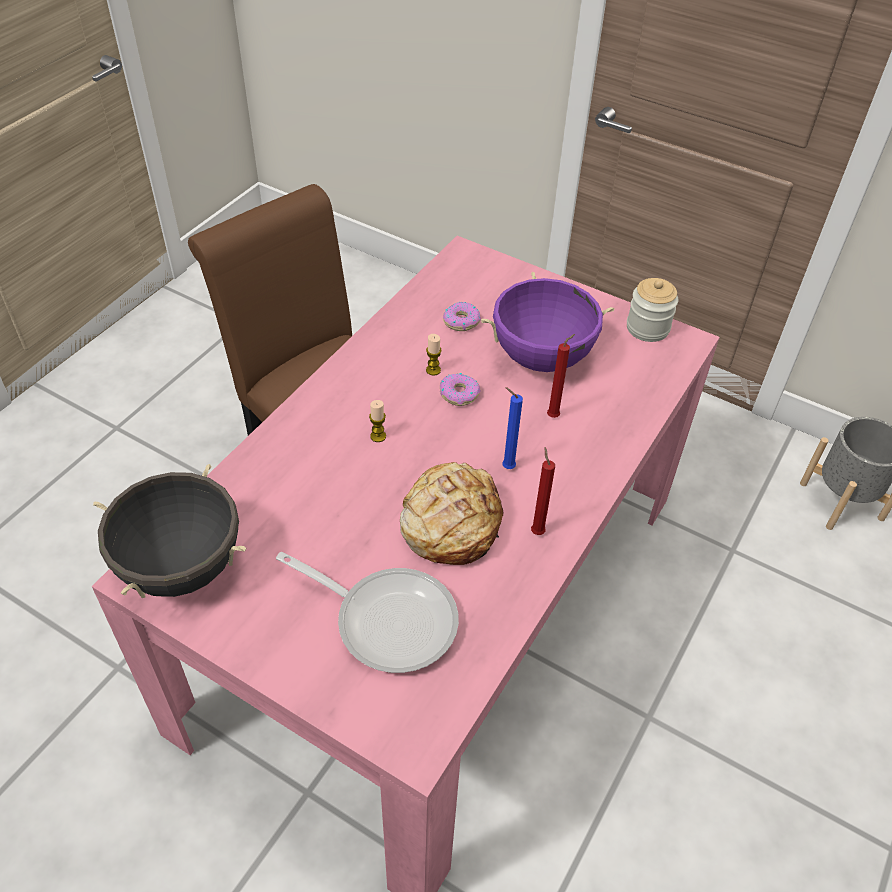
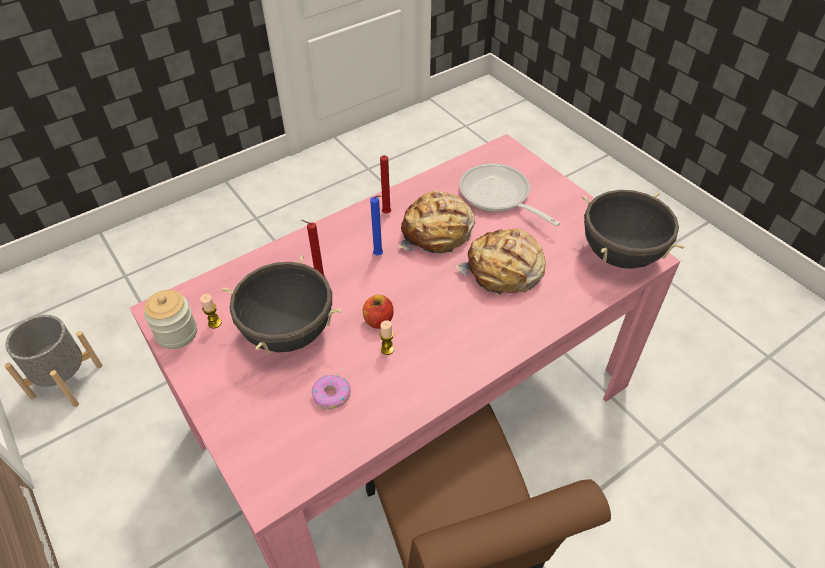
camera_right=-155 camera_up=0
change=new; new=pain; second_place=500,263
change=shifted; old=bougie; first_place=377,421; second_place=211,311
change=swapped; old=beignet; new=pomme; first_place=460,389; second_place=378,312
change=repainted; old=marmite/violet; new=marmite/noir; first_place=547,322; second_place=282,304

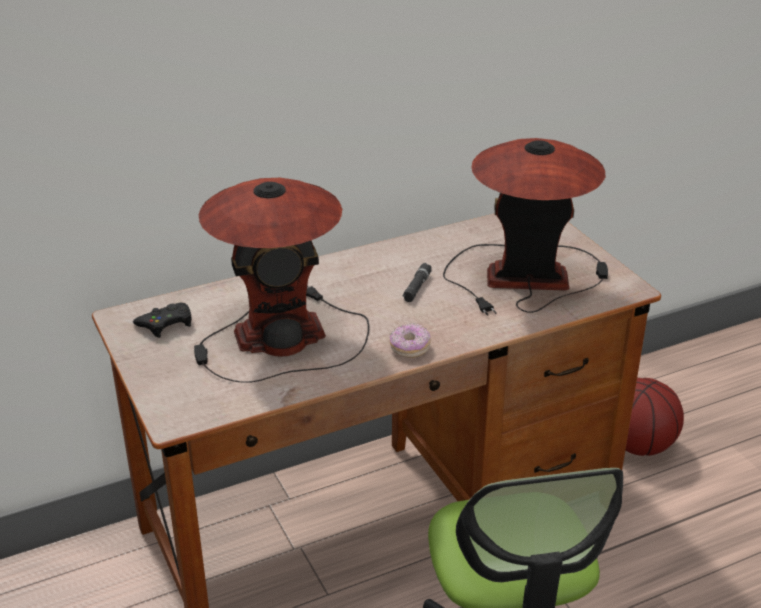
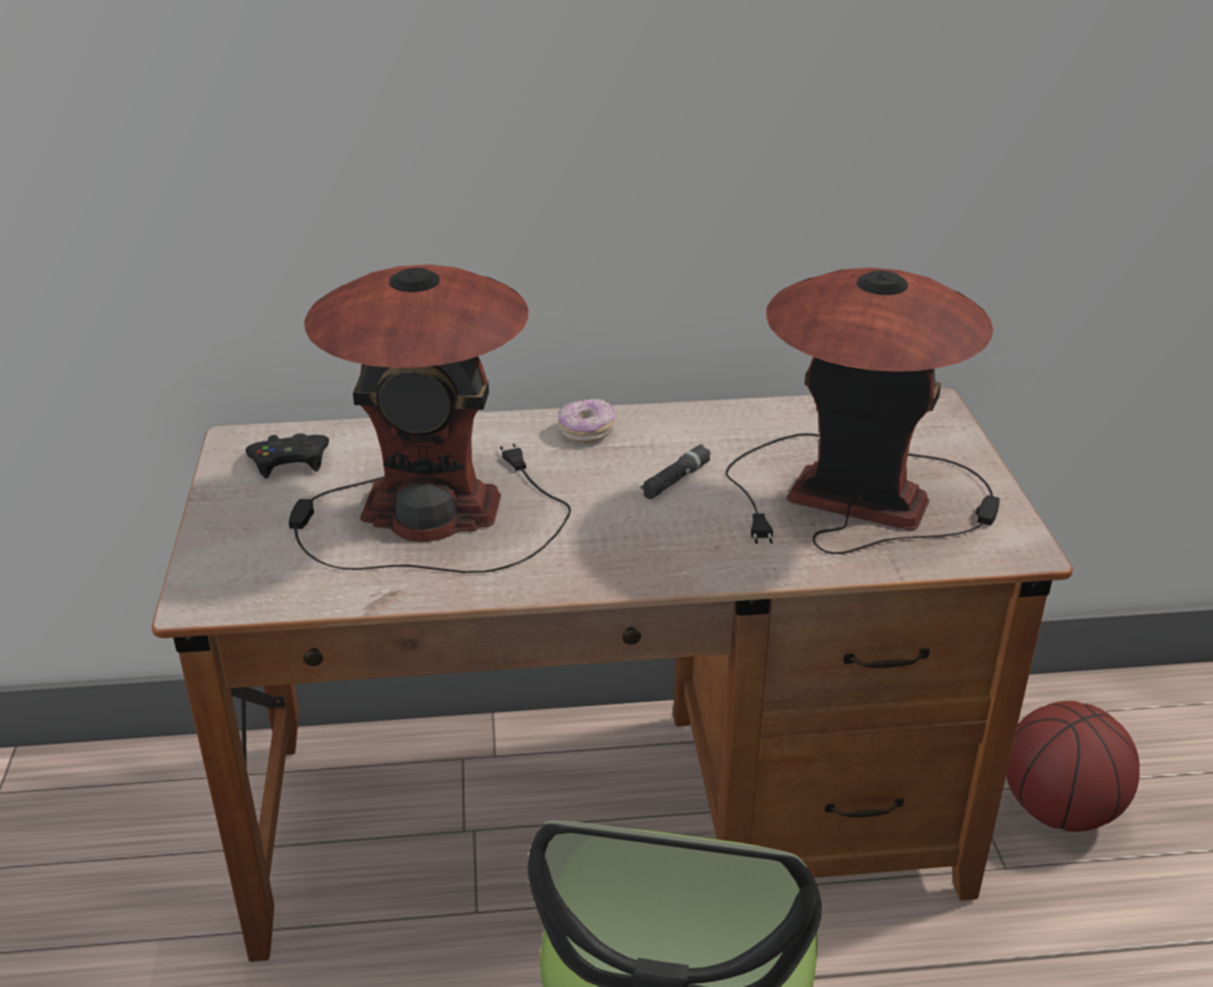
camera_right=20 camera_up=0
change=shifted; old=beignet; first_place=410,340; second_place=587,421

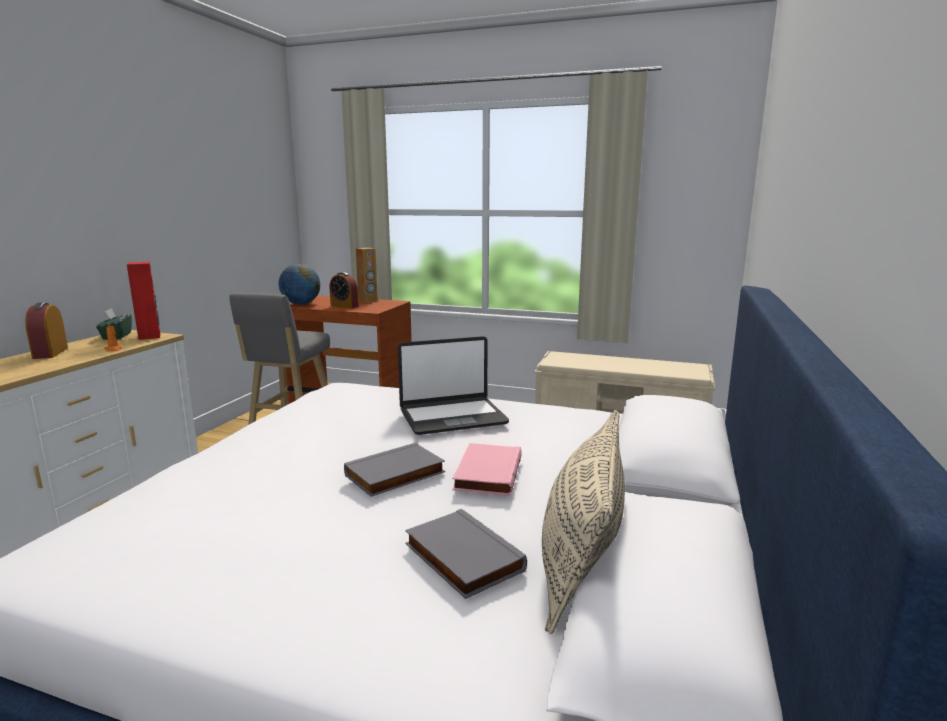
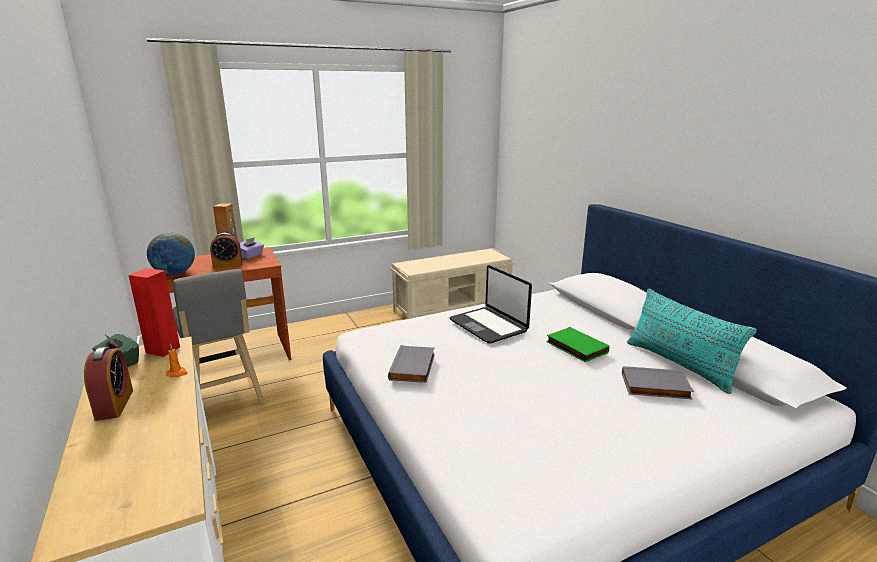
camera_right=-45 camera_up=5
change=new; new=boîte à mouchoirs/violet; second_place=252,248
change=shifted; old=livre/gris; first_place=394,470; second_place=411,364
change=repainted; old=livre/rose; new=livre/vert; first_place=487,469; second_place=577,344
change=repainted; old=coussin/beige; new=coussin/turquoise; first_place=583,522; second_place=692,341
change=rotated; old=réveil; first_place=46,330; second_place=108,384; degrees=-135
change=rotated; old=ordinateur portable; first_place=453,385; second_place=490,304; degrees=120

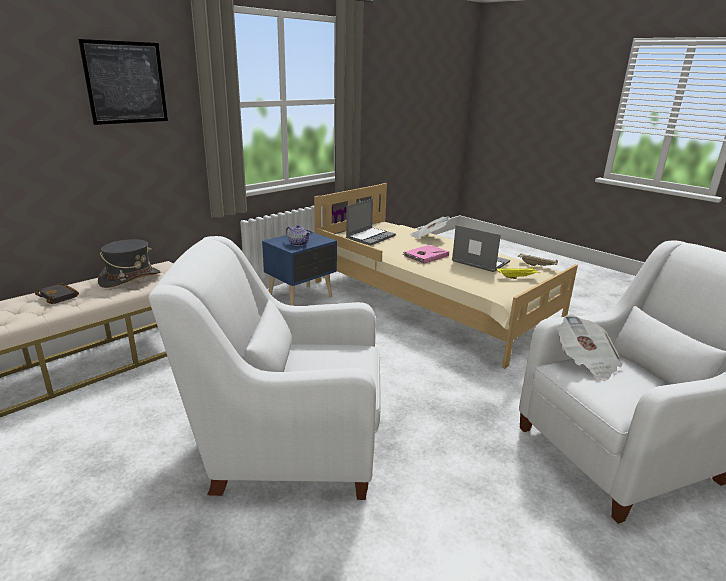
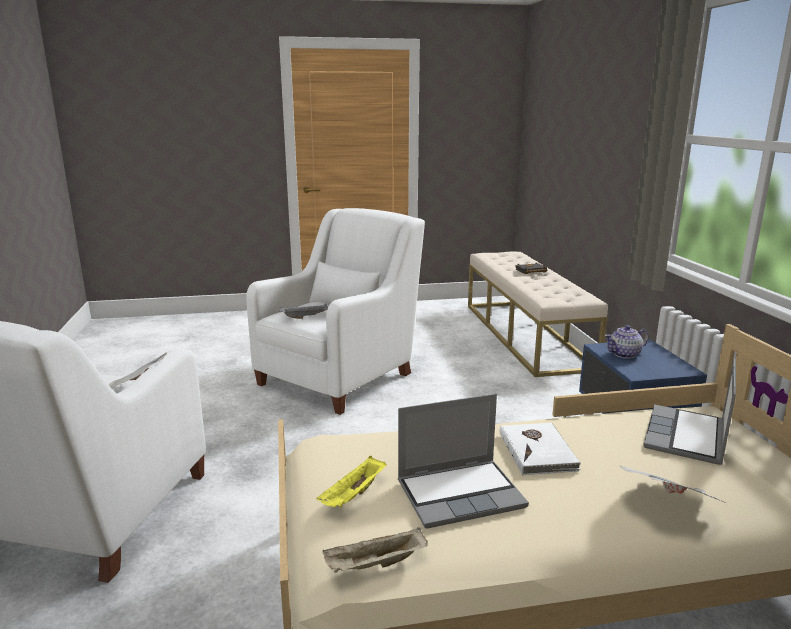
camera_right=125 camera_up=-5
change=gone; old=tableau; first_place=123,82
change=gone; old=chapeau/gris; first_place=129,263
change=new; new=plateau/gris; second_place=303,311
change=repainted; old=livre/rose; new=livre/blanc; first_place=426,254; second_place=540,449
change=rotated; old=ordinateur portable; first_place=371,222; second_place=689,411; degrees=45

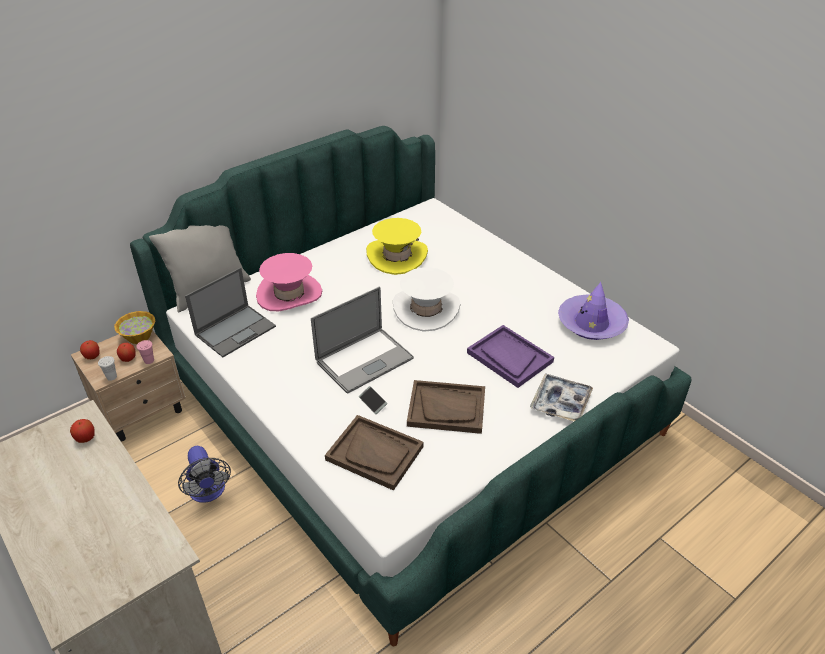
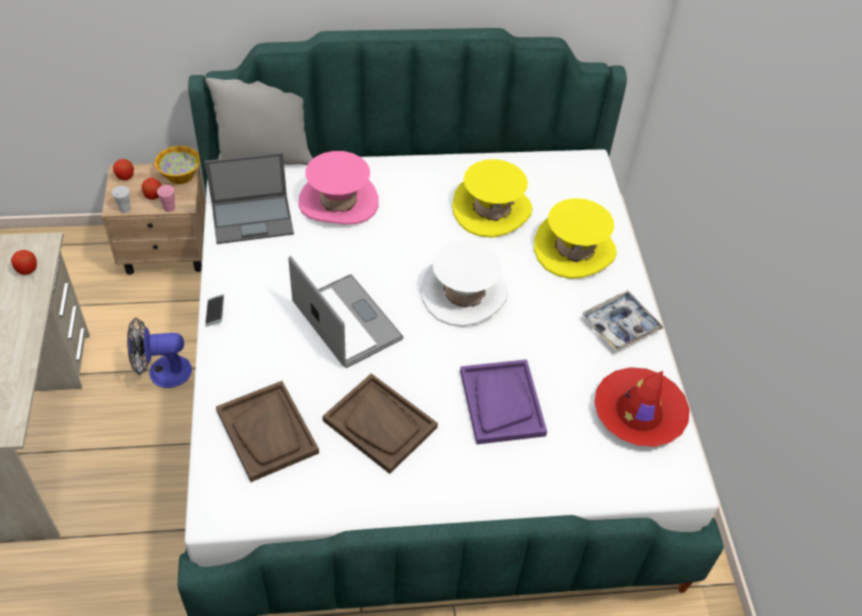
camera_right=30 camera_up=10
change=new; new=chapeau/jaune; second_place=575,238
change=shifted; old=téléphone; first_place=373,400; second_place=214,310
change=shifted; old=plateau; first_place=561,397; second_place=623,321
change=repainted; old=chapeau/violet; new=chapeau/rouge; first_place=593,311; second_place=641,407
change=rotated; old=ventilateur; first_place=204,474; second_place=159,353; degrees=75
change=rotated; old=ordinateur portable; first_place=362,340; second_place=346,312; degrees=-120

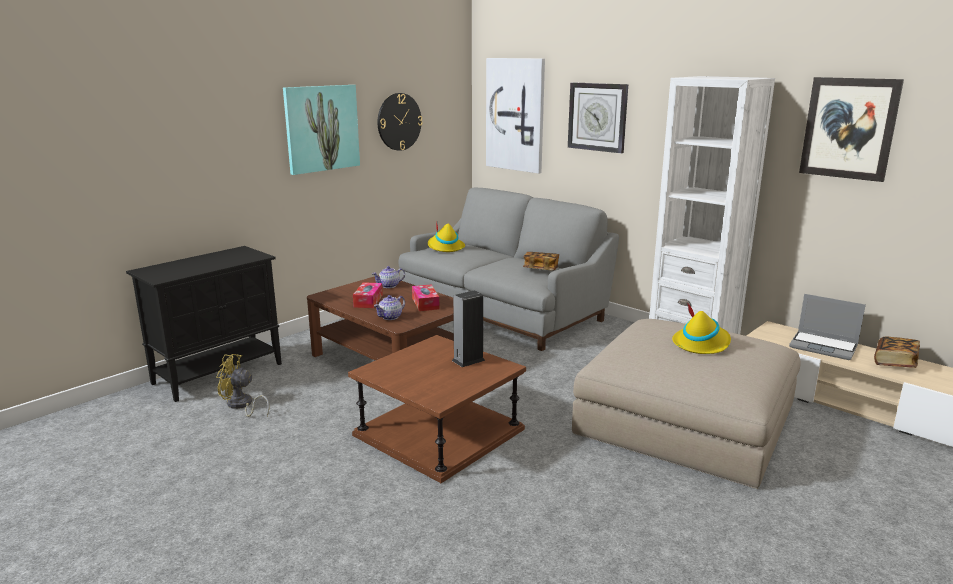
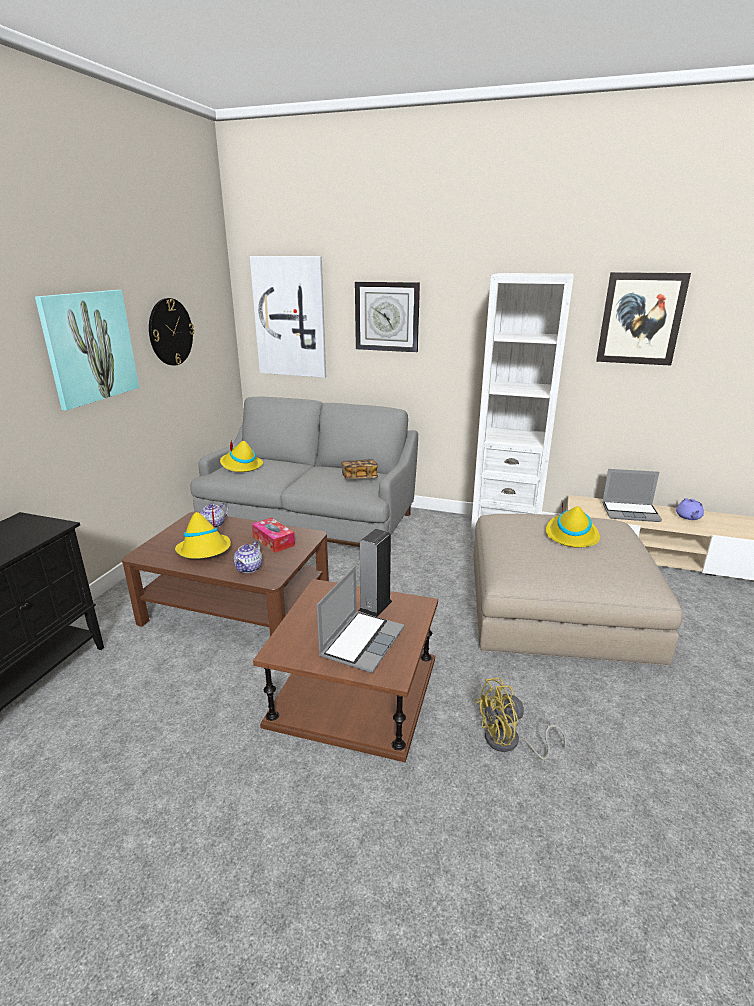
camera_right=-25 camera_up=5
change=new; new=ordinateur portable; second_place=360,619
change=shifted; old=ventilateur/jaune; first_place=243,385; second_place=521,718
change=swapped; old=boîte à mouchoirs; new=chapeau/jaune; first_place=368,295; second_place=203,532
change=swapped; old=livre; new=théière/violet; first_place=897,352; second_place=690,509

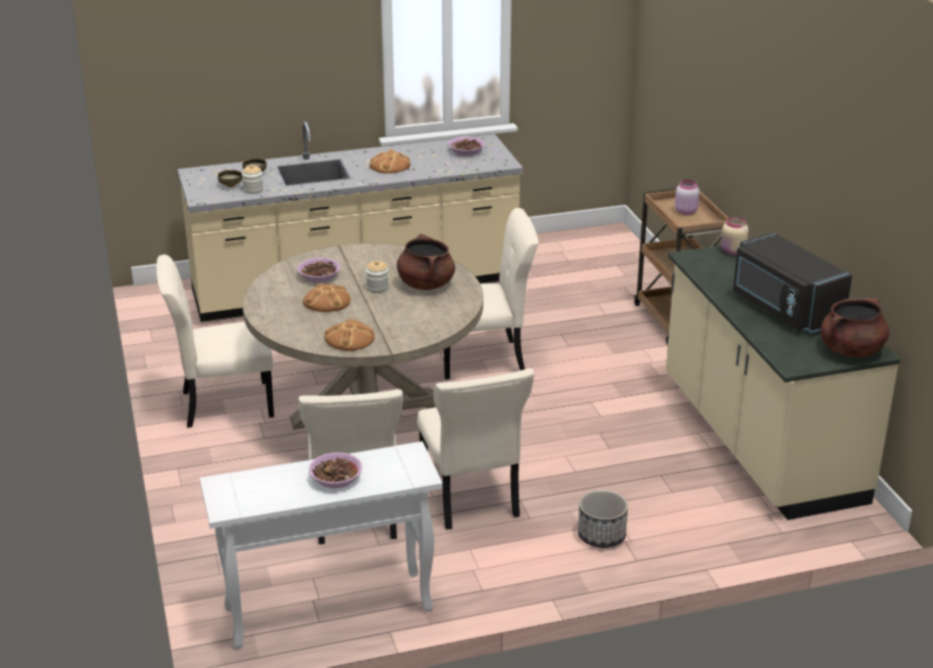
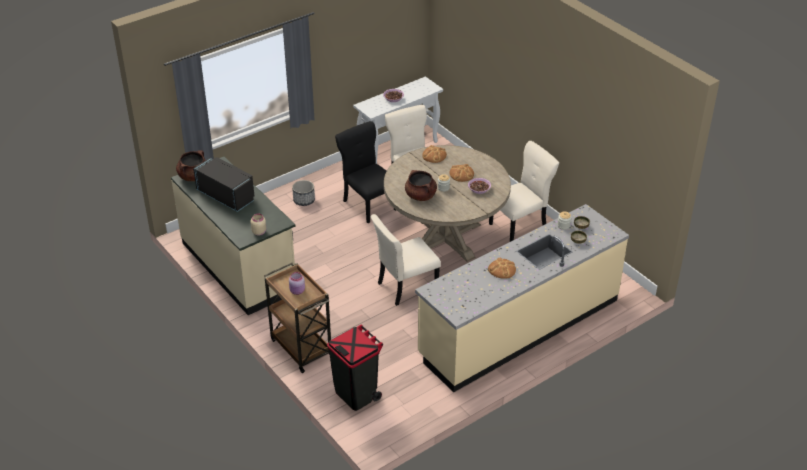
camera_right=160 camera_up=10
change=gone; old=bol; first_place=467,146
change=new; new=poubelle/noir; second_place=355,367
change=repainted; old=chaise/beige; new=chaise/noir; first_place=475,449; second_place=365,172

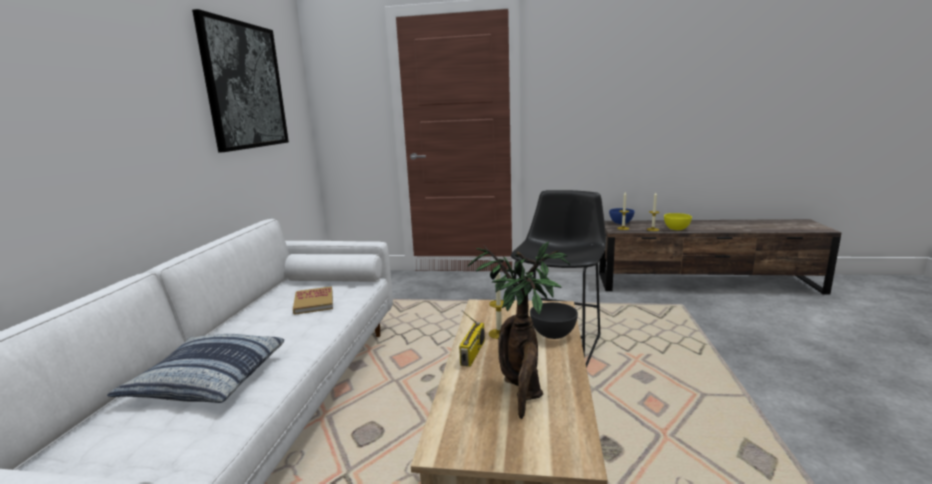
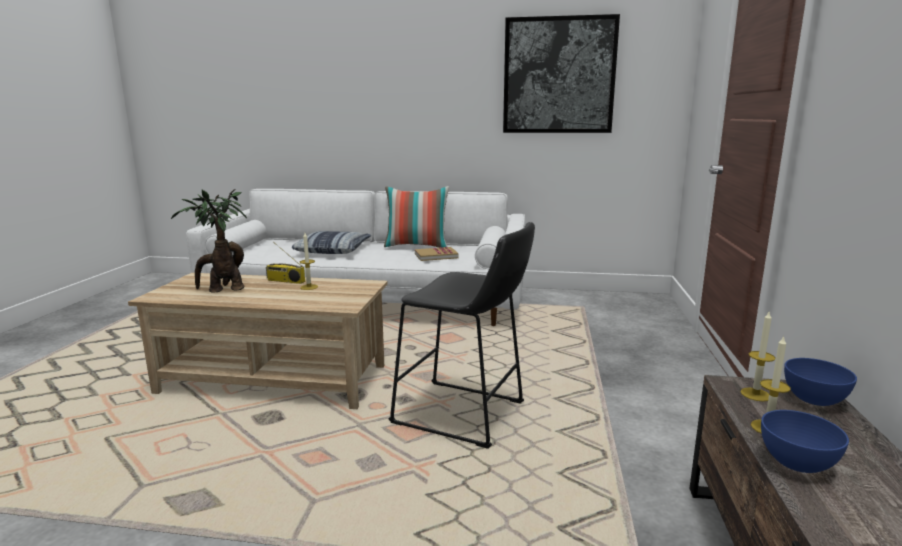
camera_right=90 camera_up=0
change=gone; old=bol/gris; first_place=554,320
change=new; new=coussin; second_place=416,217
change=repainted; old=bol/jaune; new=bol/bleu; first_place=678,221; second_place=805,441

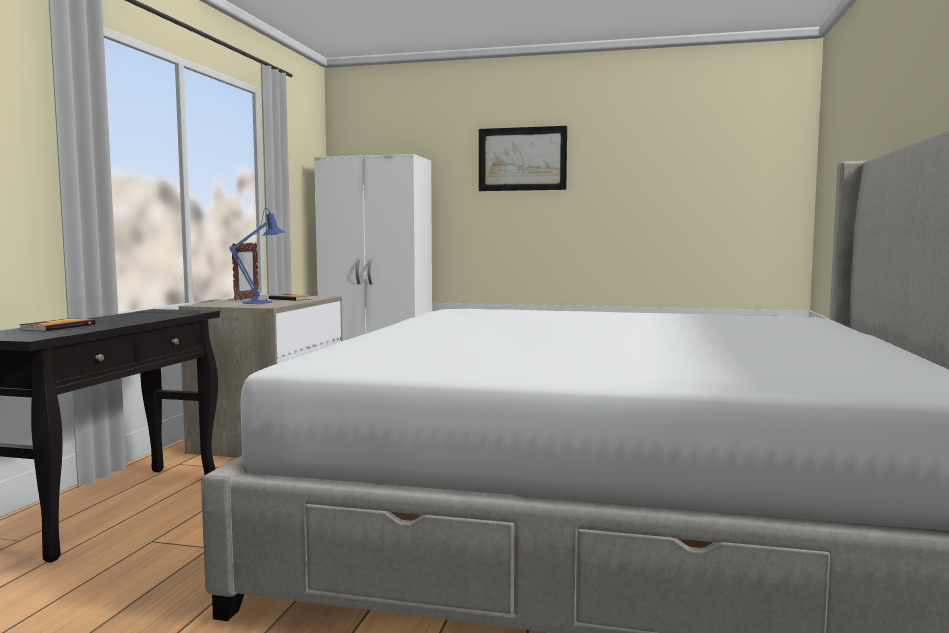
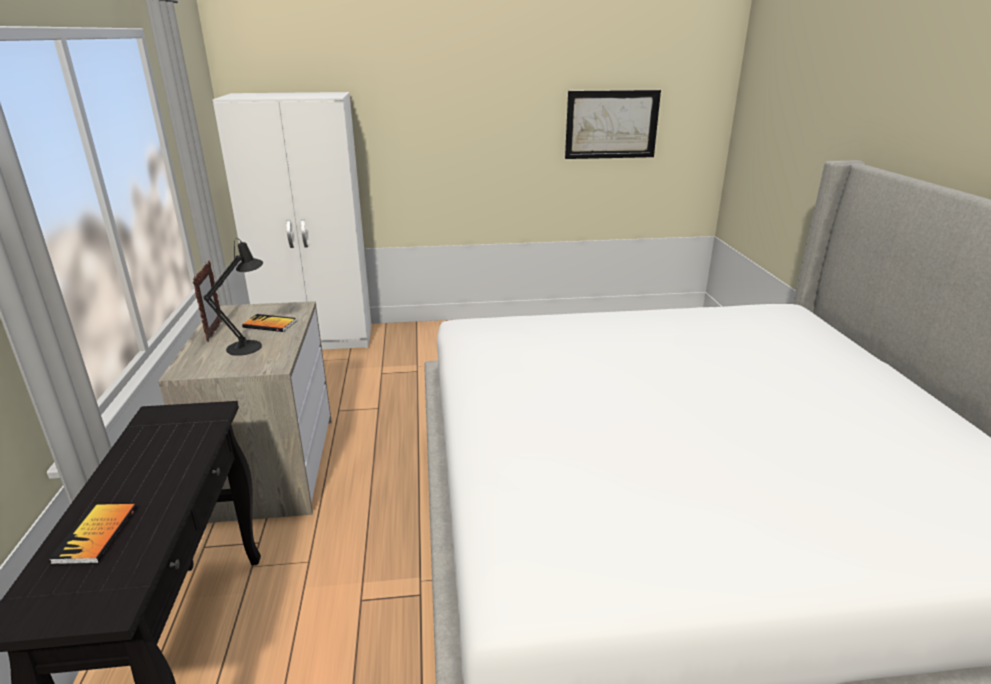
camera_right=-20 camera_up=20
change=shifted; old=tableau; first_place=523,158; second_place=613,124
change=repainted; old=lampe de table/bleu; new=lampe de table/noir; first_place=257,256; second_place=233,297

